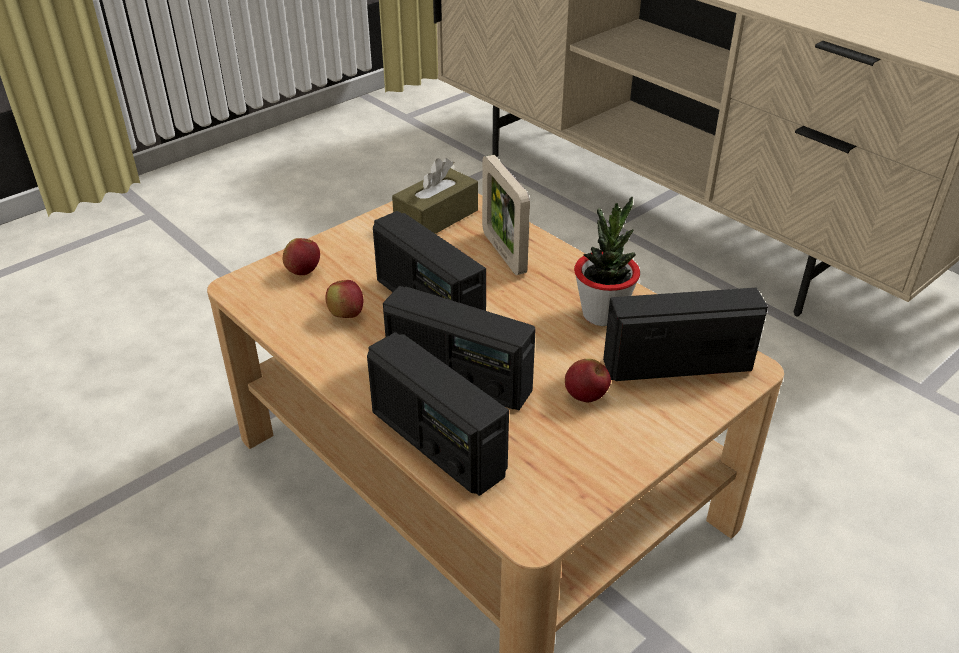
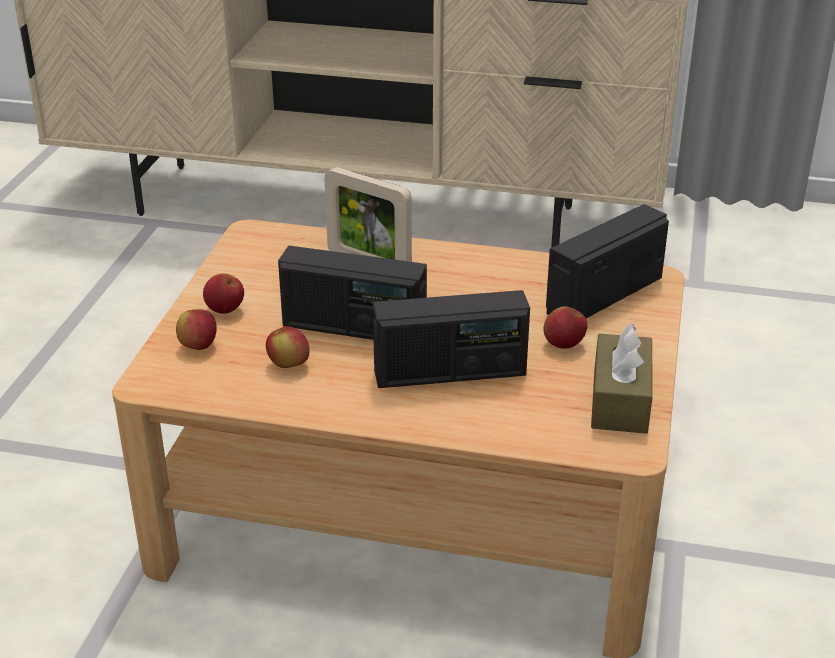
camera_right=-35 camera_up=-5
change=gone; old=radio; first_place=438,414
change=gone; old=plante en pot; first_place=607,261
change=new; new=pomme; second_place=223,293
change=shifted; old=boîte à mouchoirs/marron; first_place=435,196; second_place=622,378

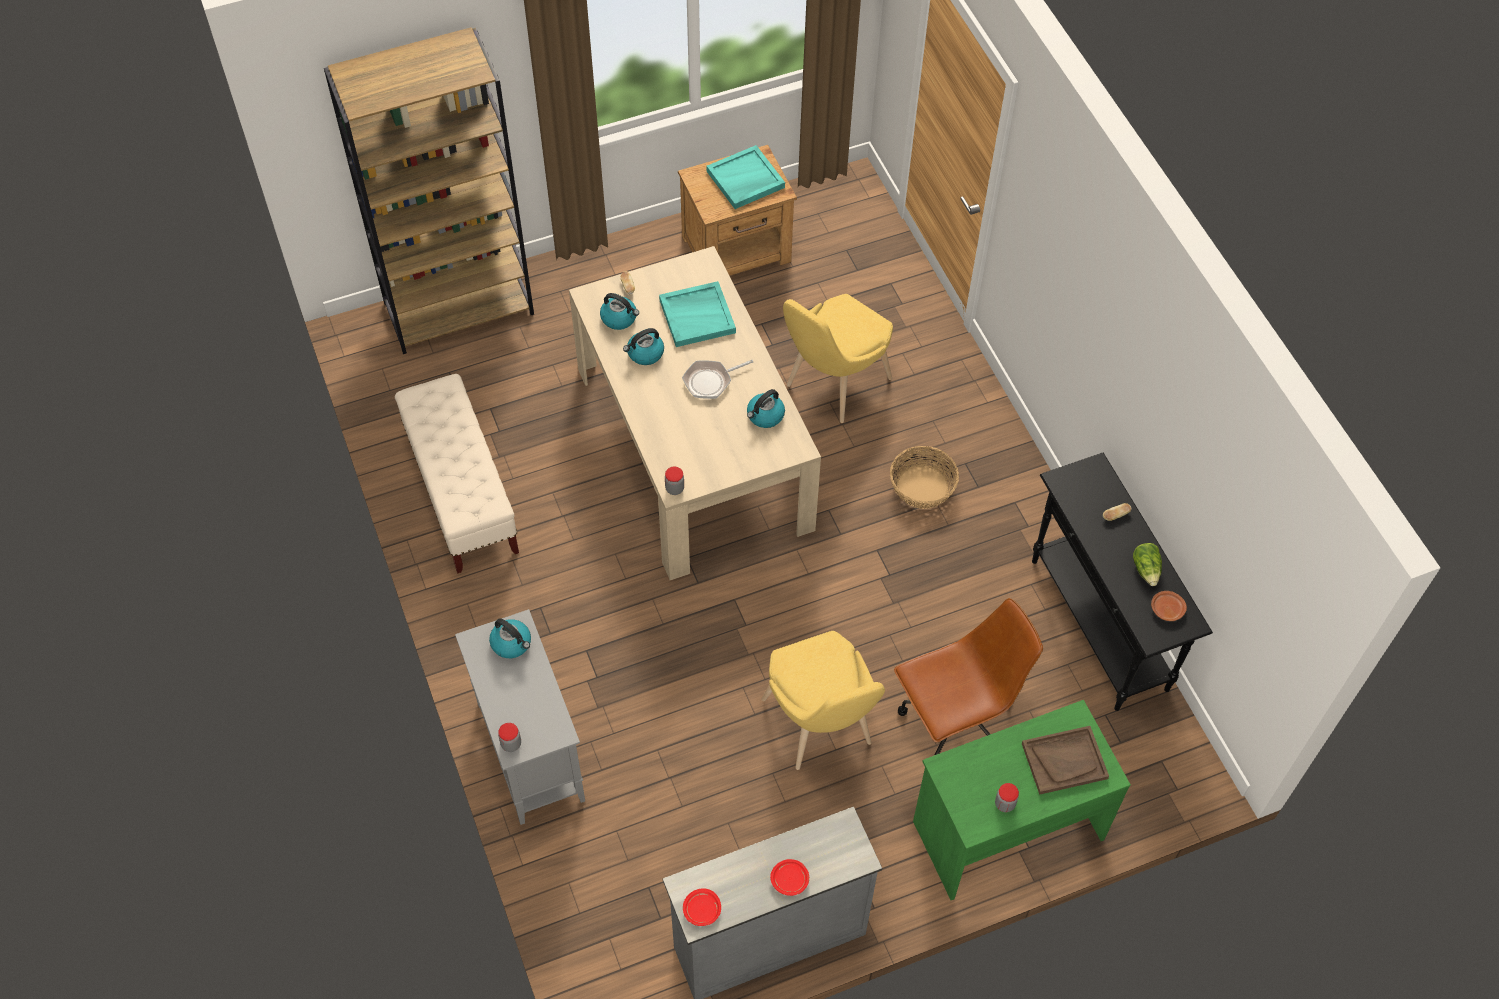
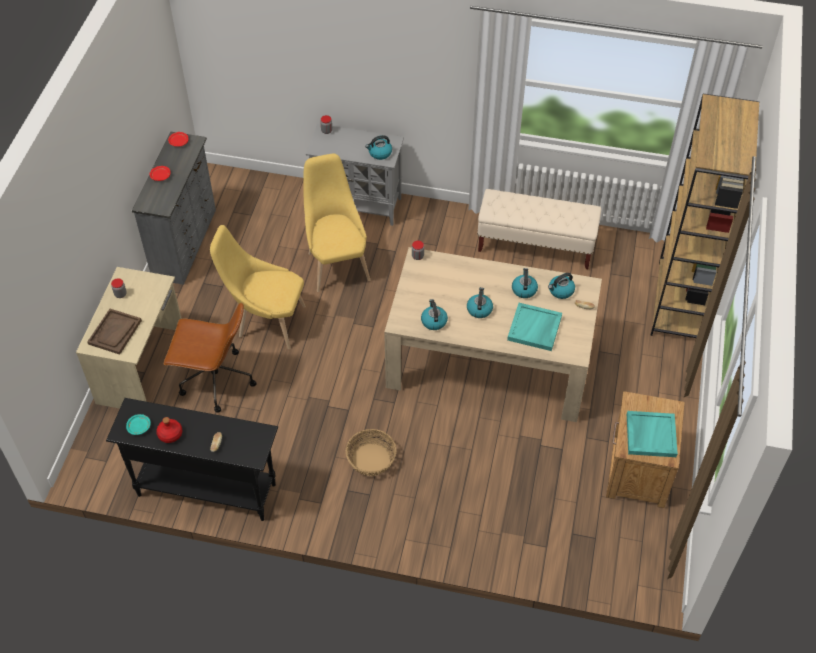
camera_right=125 camera_up=-5
change=shifted; old=chaise/jaune; first_place=838,358; second_place=336,223
change=swapped; old=poêle; new=bouilloire; first_place=717,379; second_place=480,302
change=swapped; old=laitue; new=bouteille/rouge; first_place=1147,564; second_place=169,430
change=repainted; old=bureau/vert; new=bureau/beige; first_place=1022,800; second_place=129,338
change=repainted; old=assiette/marron; new=assiette/turquoise; first_place=1169,606; second_place=138,424
change=rotated; old=chaise de bureau/marron; first_place=968,676; second_place=210,357; degrees=-90

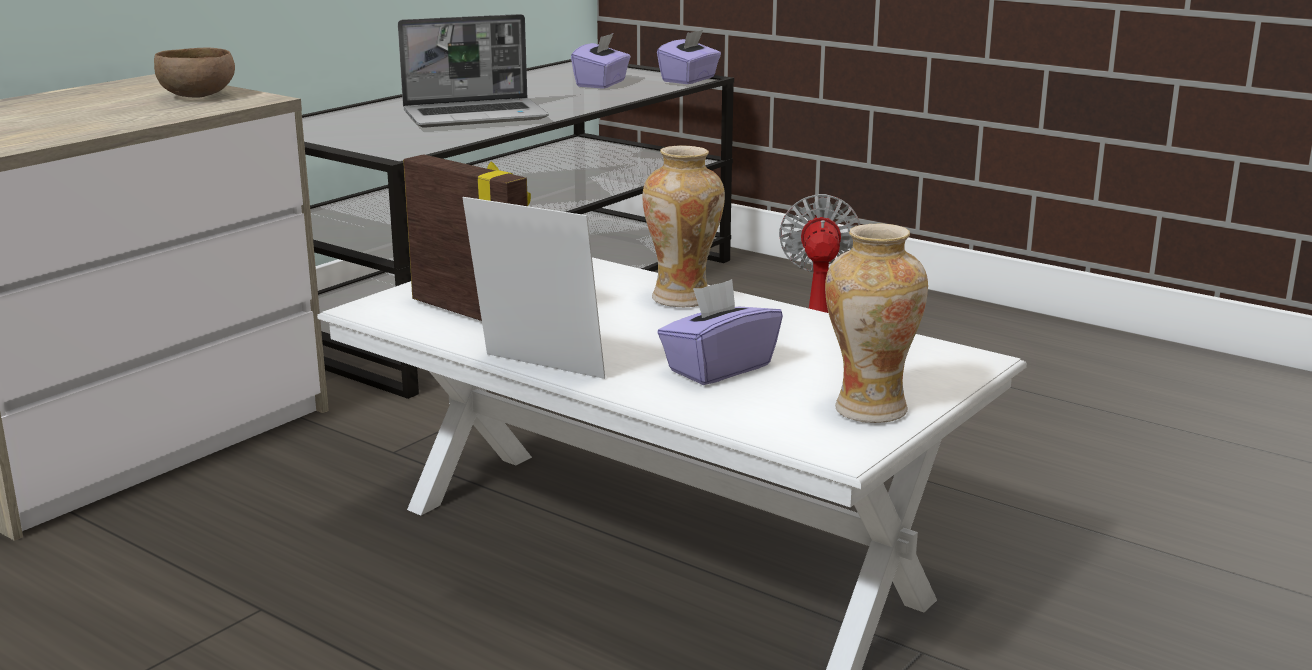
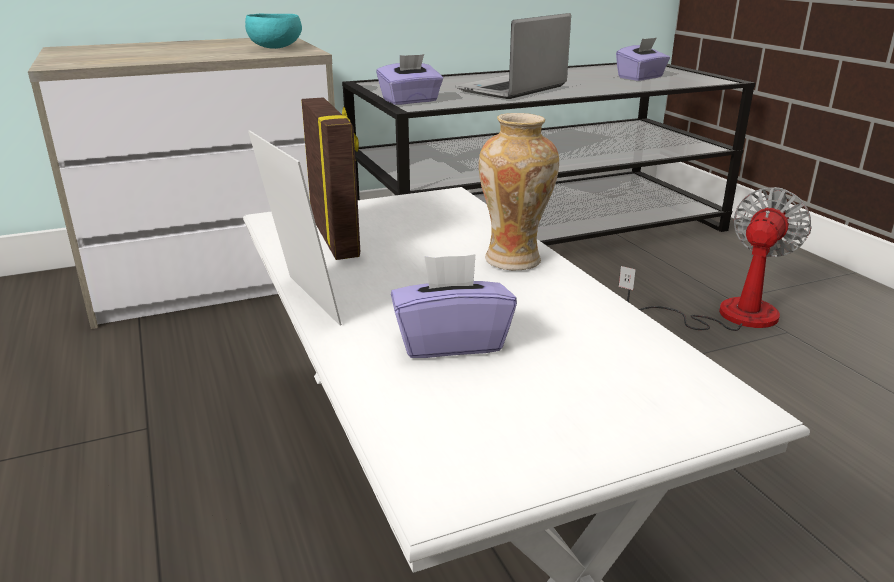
camera_right=30 camera_up=5
change=gone; old=vase; first_place=876,323
change=shifted; old=boîte à mouchoirs/violet; first_place=689,57; second_place=409,79
change=repainted; old=bol/marron; new=bol/turquoise; first_place=194,72; second_place=273,31
change=rotated; old=ordinateur portable; first_place=473,70; second_place=513,56; degrees=120

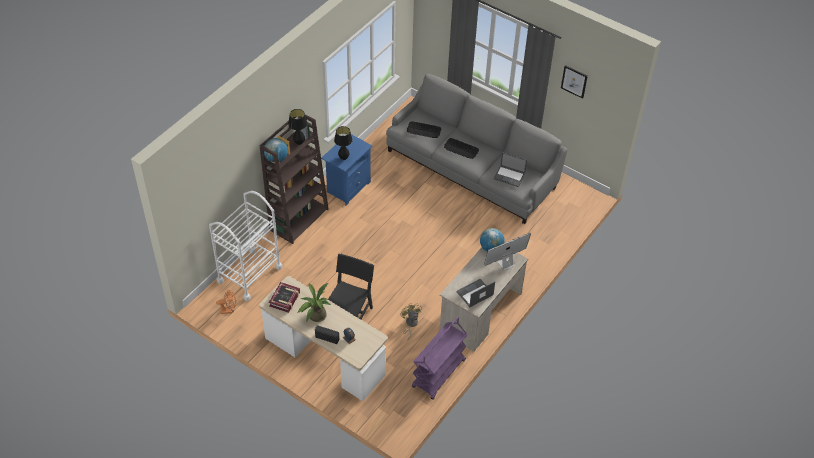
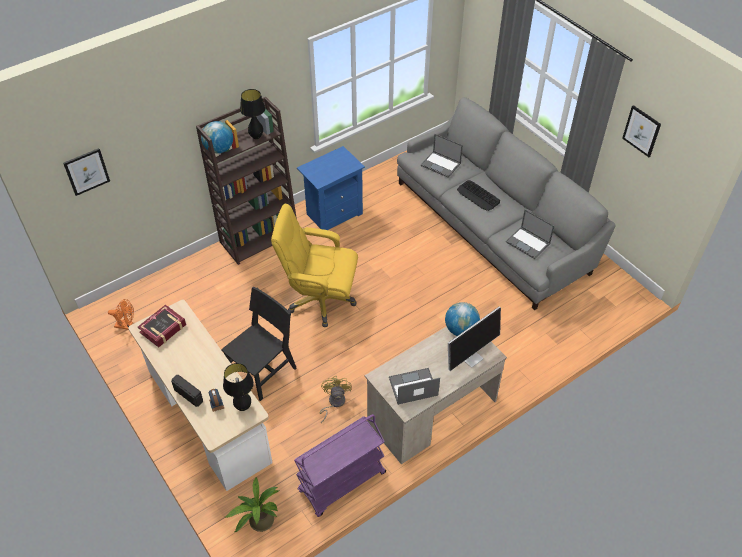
camera_right=20 camera_up=0
change=gone; old=chariot/blanc; first_place=245,246
change=new; new=tableau; second_place=86,172
change=new; new=chaise de bureau/jaune; second_place=314,265
change=shifted; old=plante en pot; first_place=314,302; second_place=252,504
change=shifted; old=lampe de table/noir; first_place=343,143; second_place=238,387
change=swapped; old=clavier; new=ordinateur portable; first_place=424,129; second_place=442,156
change=rotated; old=écran d'ordinateur; first_place=507,251; second_place=474,338; degrees=150

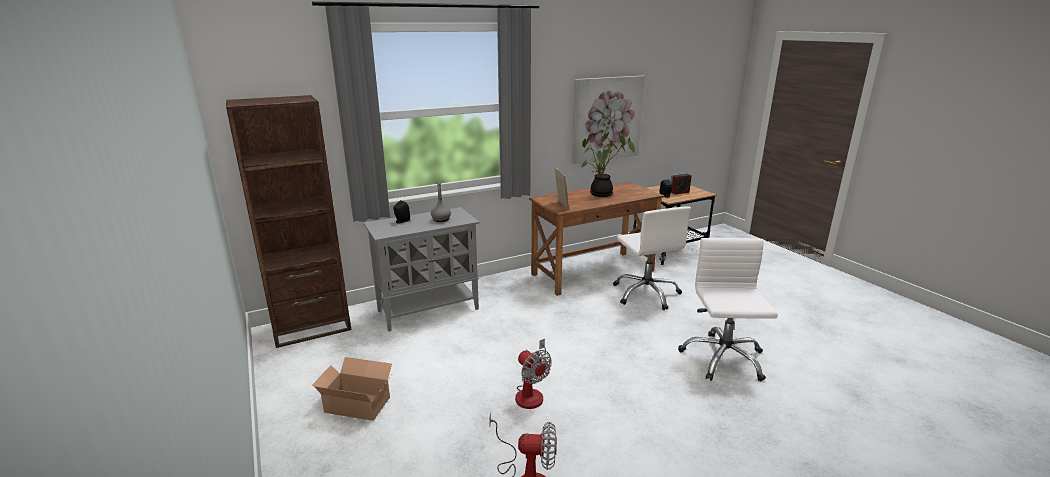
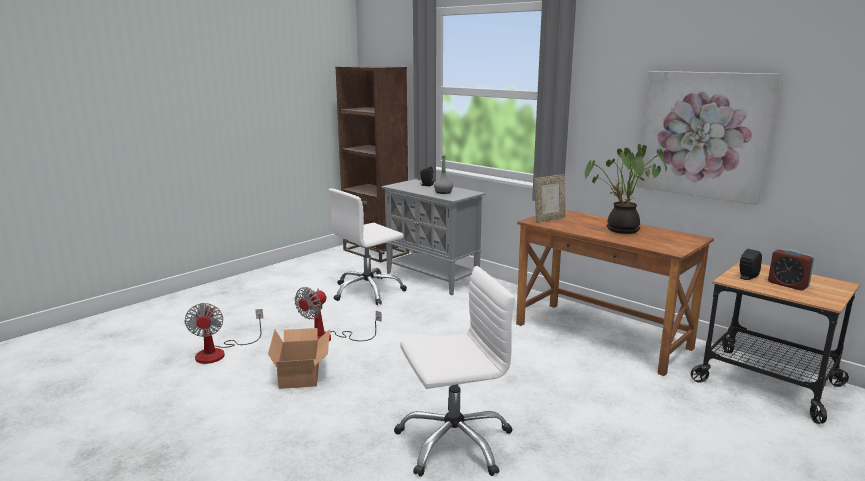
camera_right=70 camera_up=-5
change=shifted; old=carton; first_place=352,389; second_place=299,358
change=shifted; old=chaise de bureau/blanc; first_place=652,258; second_place=368,246

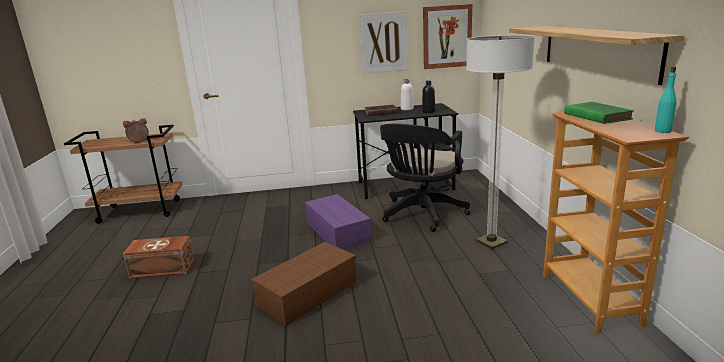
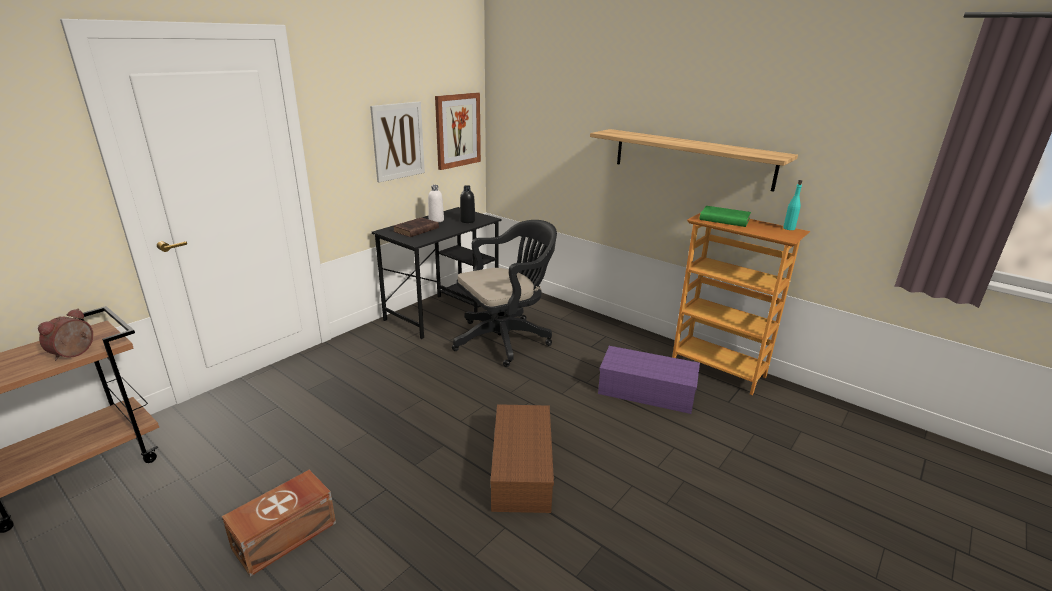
camera_right=-45 camera_up=5
change=gone; old=lampadaire; first_place=500,142
change=shifted; old=boîte de rangement/violet; first_place=338,222; second_place=649,380
change=rotated; old=chaise de bureau/noir; first_place=425,178; second_place=504,293; degrees=-105

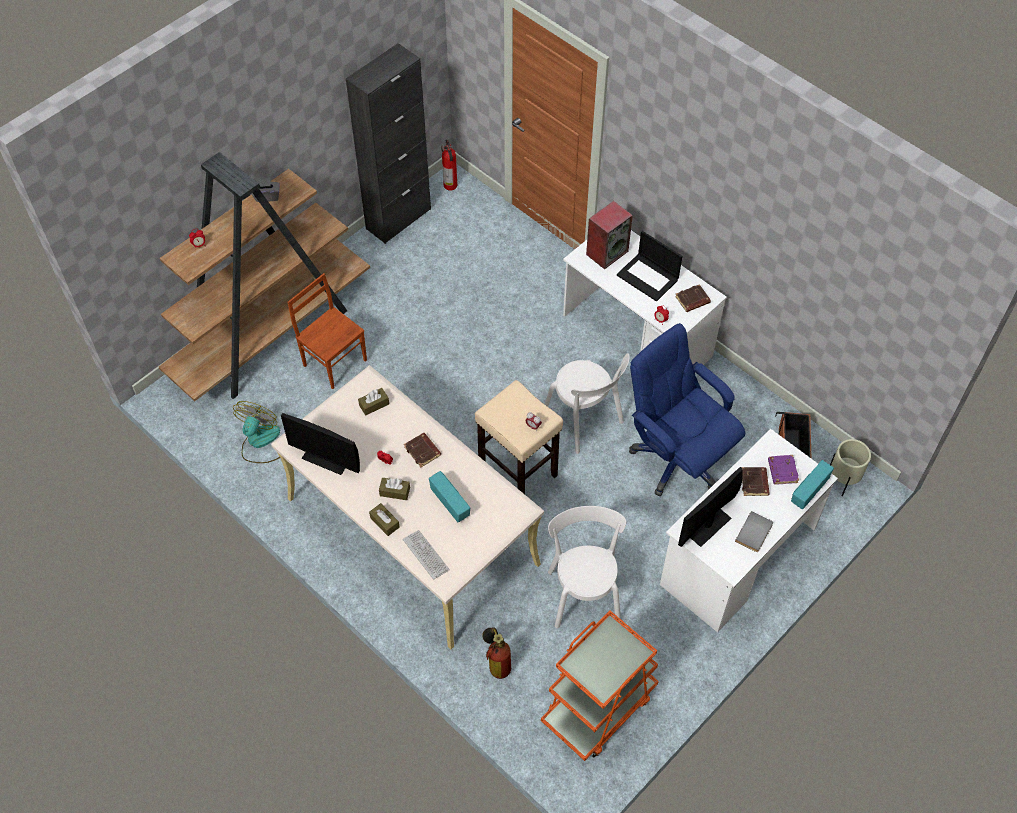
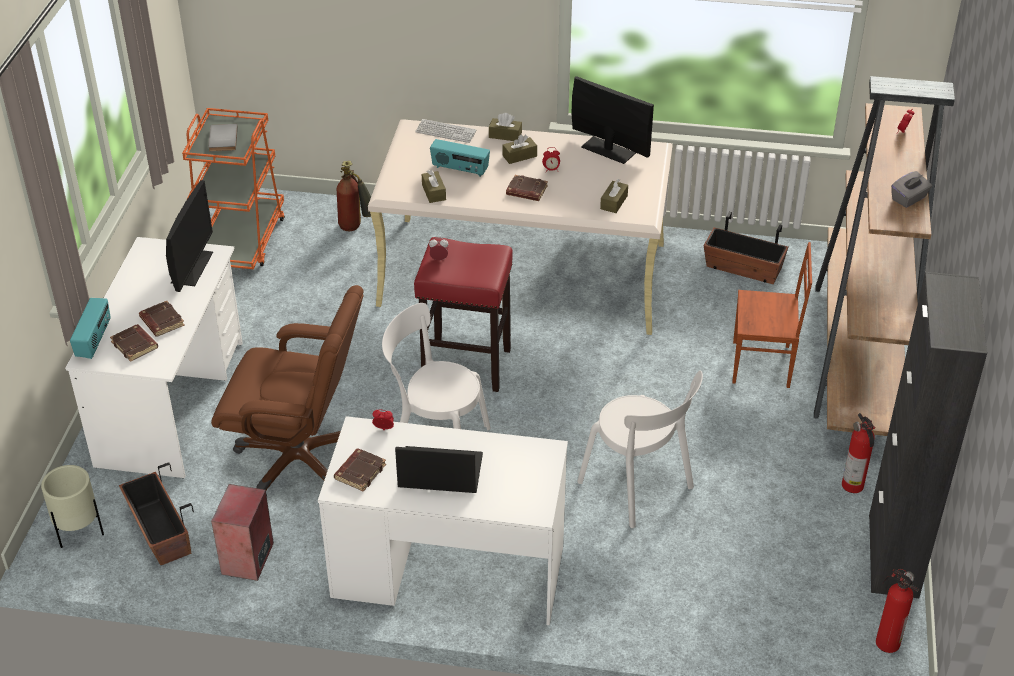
camera_right=145 camera_up=-15
change=new; new=boîte à mouchoirs/marron; second_place=434,186
change=new; new=extincteur; second_place=859,453
change=shifted; old=chaise/blanc; first_place=587,567; second_place=640,449
change=shifted; old=enceinte; first_place=609,235; second_place=242,532
change=shifted; old=livre/gris; first_place=754,531; second_place=223,138
change=swapped; old=ventilateur; new=cache-pot; first_place=256,432; second_place=746,248
change=repainted; old=tabouret/beige; new=tabouret/rouge; first_place=519,437; second_place=463,314
change=repainted; old=chaise de bureau/bleu; new=chaise de bureau/marron; first_place=687,410; second_place=287,390
change=repainted; old=livre/violet; new=livre/marron; first_place=783,470; second_place=134,343
change=rotated; old=écran d'ordinateur; first_place=320,444; second_place=612,120; degrees=45

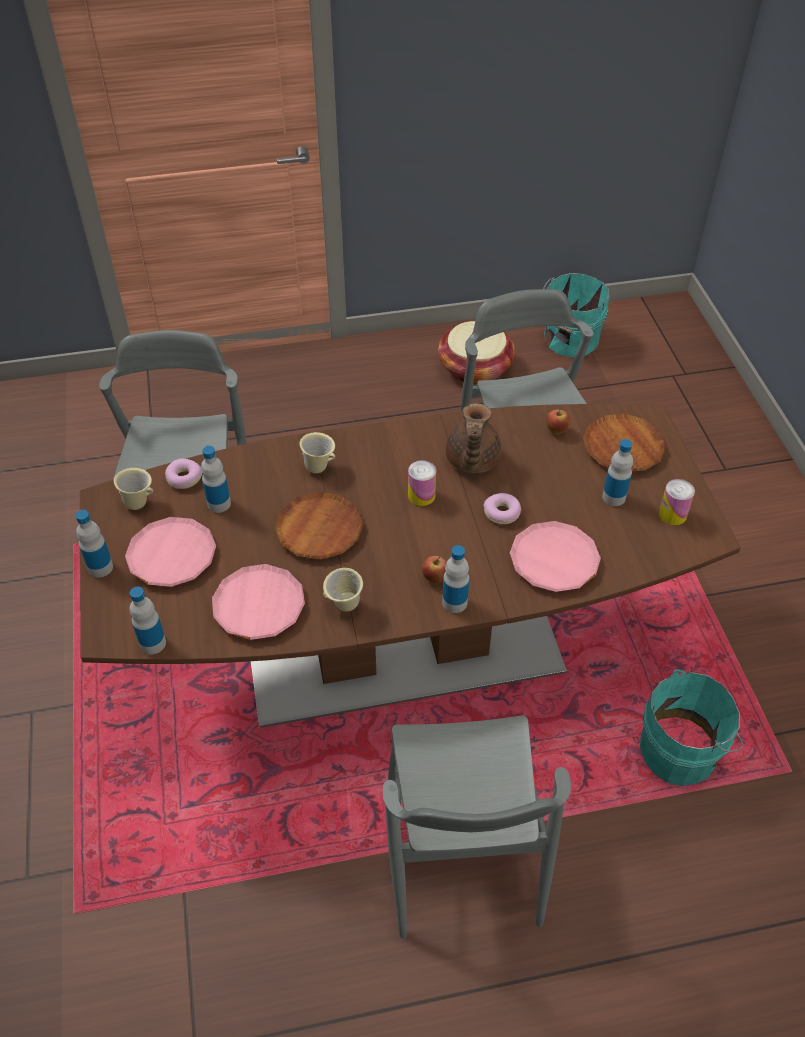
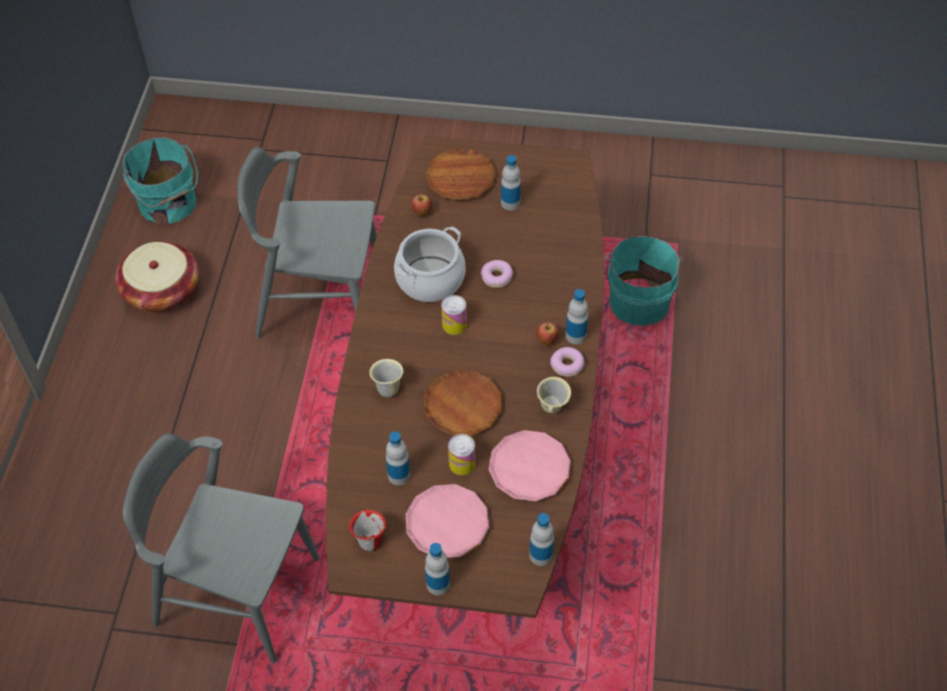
camera_right=-70 camera_up=5
change=gone; old=chaise/gris; first_place=477,826
change=gone; old=assiette/rose; first_place=555,556
change=shifted; old=beignet; first_place=183,474; second_place=567,362
change=shifted; old=boîte métallique; first_place=677,502; second_place=461,454
change=swapped; old=théière/marron; new=marmite; first_place=473,438; second_place=430,264
change=repainted; old=mug/beige; new=mug/rouge; first_place=133,489; second_place=367,530

